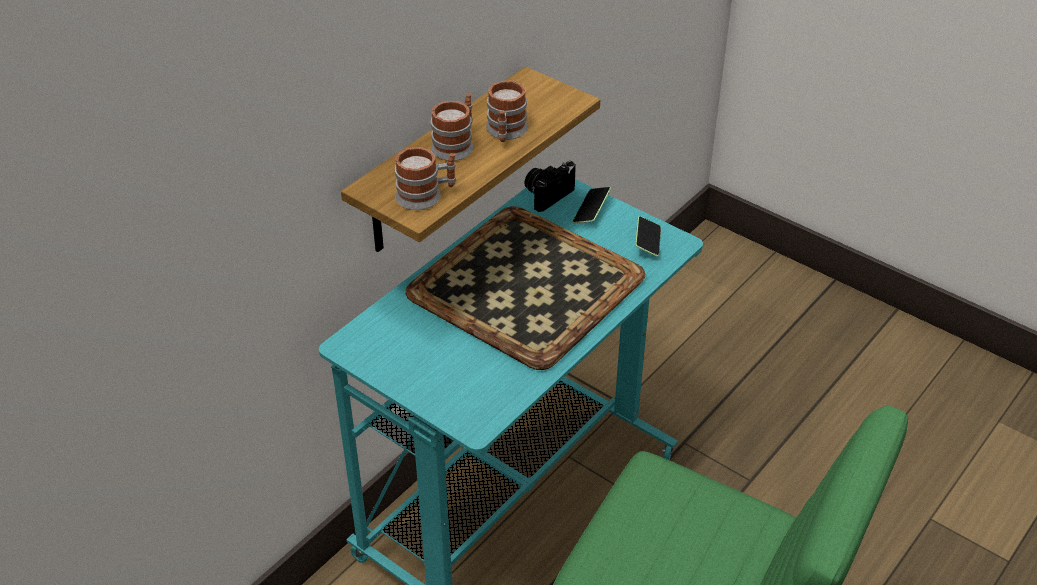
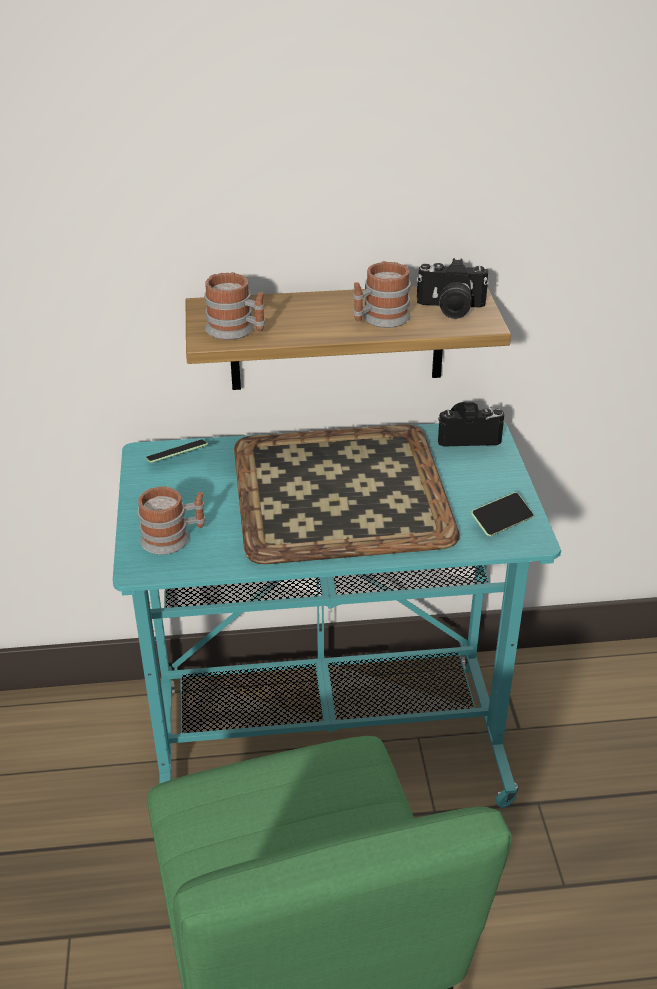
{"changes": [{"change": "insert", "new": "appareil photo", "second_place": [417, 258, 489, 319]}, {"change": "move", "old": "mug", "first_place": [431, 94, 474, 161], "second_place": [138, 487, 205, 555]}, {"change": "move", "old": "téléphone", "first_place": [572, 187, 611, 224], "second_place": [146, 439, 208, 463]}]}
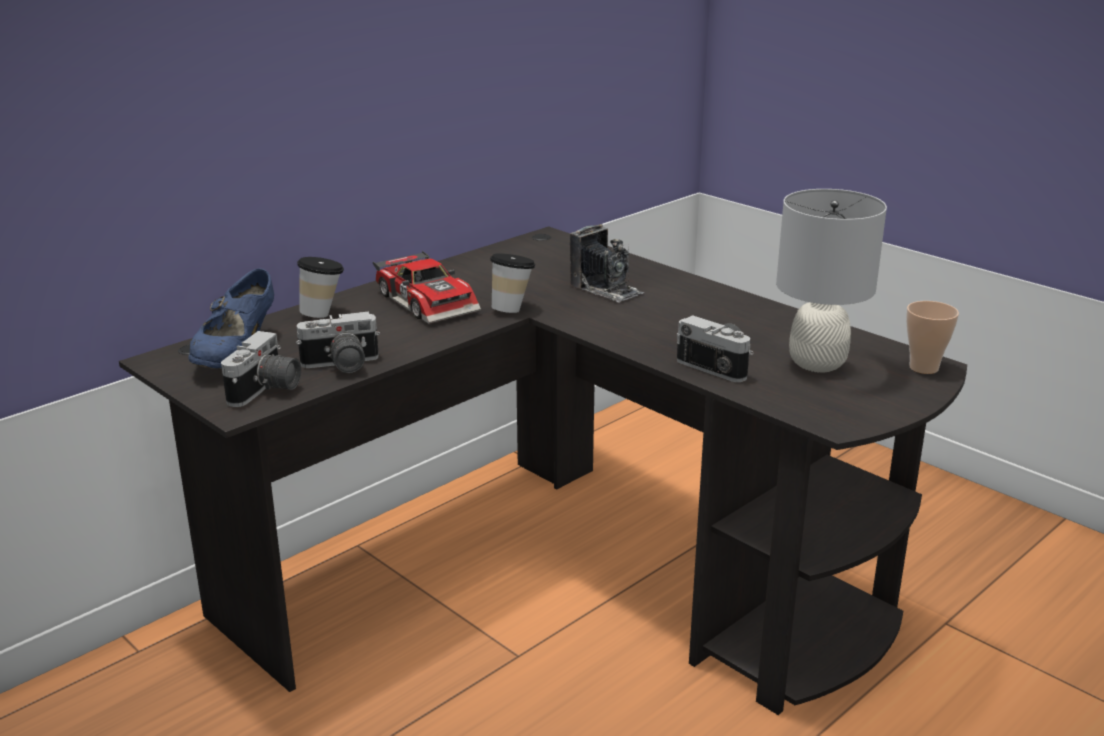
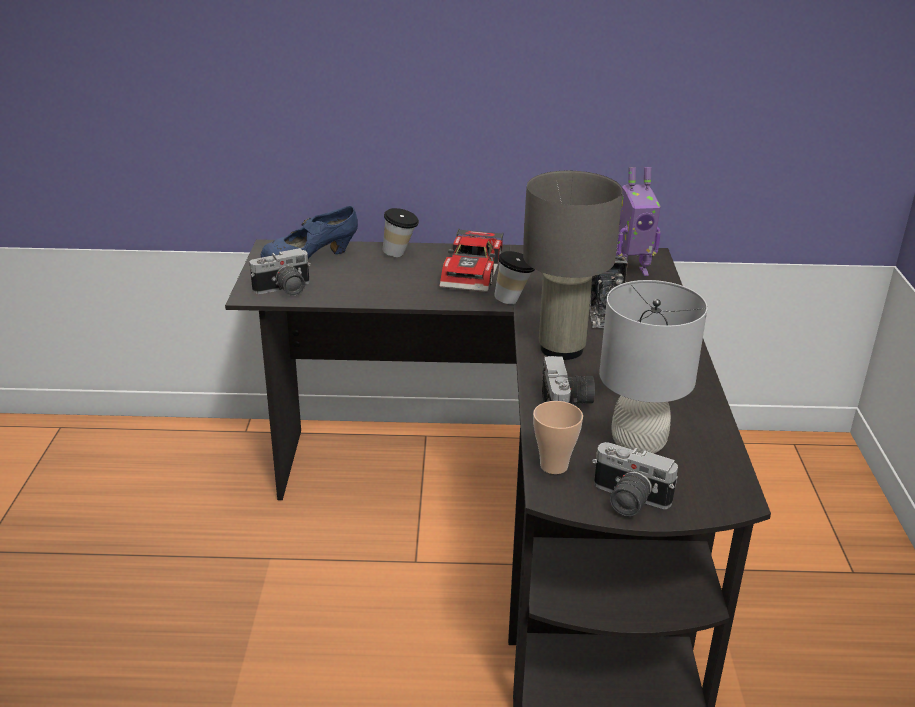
{"changes": [{"change": "insert", "new": "lampe de table/gris", "second_place": [523, 171, 622, 360]}, {"change": "insert", "new": "robot jouet", "second_place": [616, 167, 661, 276]}, {"change": "move", "old": "appareil photo", "first_place": [296, 312, 380, 373], "second_place": [592, 442, 678, 516]}, {"change": "move", "old": "tasse", "first_place": [906, 301, 959, 374], "second_place": [533, 401, 583, 474]}]}
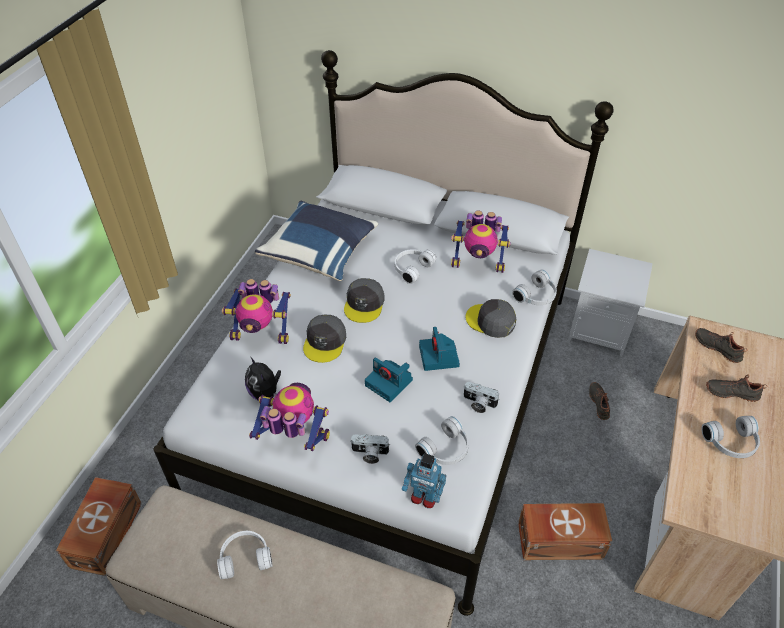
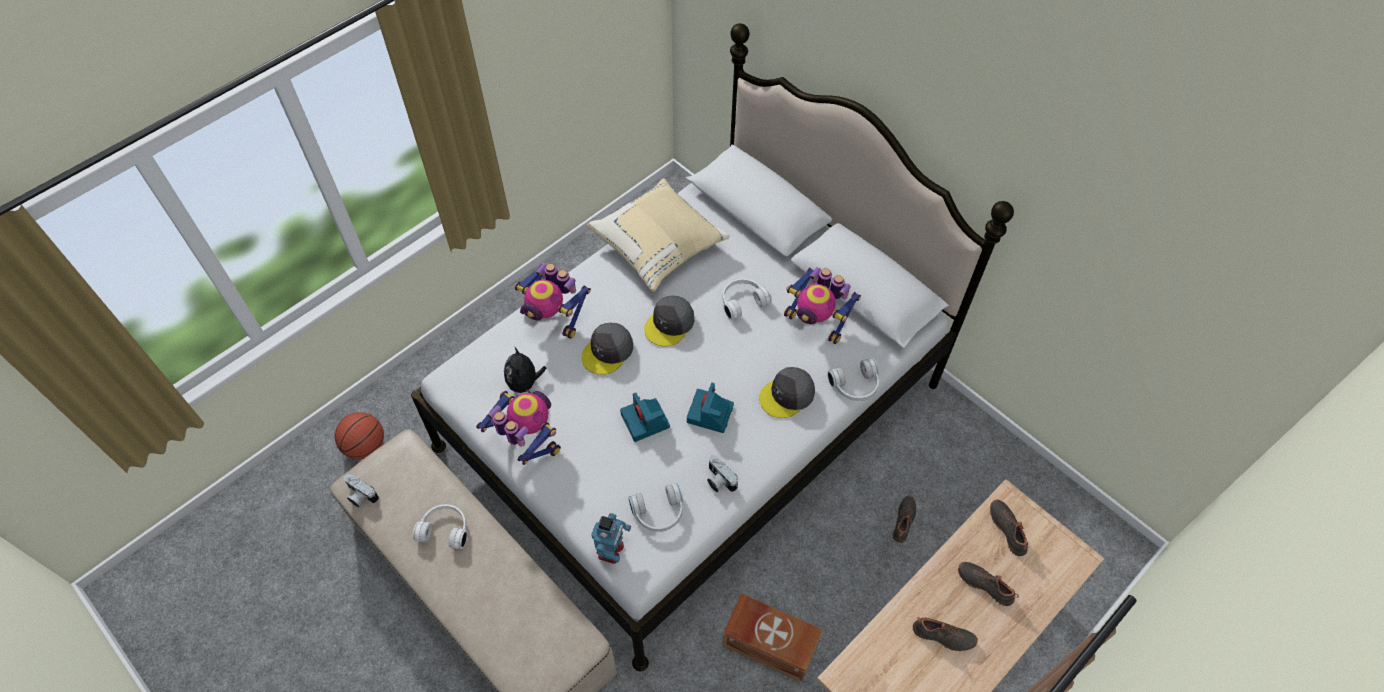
{"changes": [{"change": "delete", "old": "table de chevet/gris", "first_place": [567, 249, 653, 357]}, {"change": "move", "old": "appareil photo", "first_place": [350, 434, 390, 464], "second_place": [344, 474, 379, 508]}, {"change": "replace", "old": "boîte de rangement/marron", "new": "ballon de basket", "first_place": [56, 477, 142, 576], "second_place": [335, 412, 384, 459]}, {"change": "replace", "old": "casque audio/blanc", "new": "chaussure/noir", "first_place": [701, 416, 760, 458], "second_place": [913, 617, 978, 651]}, {"change": "recolor", "old": "coussin/bleu", "new": "coussin/beige", "first_place": [255, 201, 378, 281], "second_place": [587, 178, 729, 292]}, {"change": "rotate", "old": "robot jouet", "first_place": [402, 453, 446, 508], "second_place": [591, 513, 631, 564], "degrees": -120}, {"change": "rotate", "old": "casquette/gris", "first_place": [466, 299, 516, 338], "second_place": [759, 367, 815, 418], "degrees": -90}]}
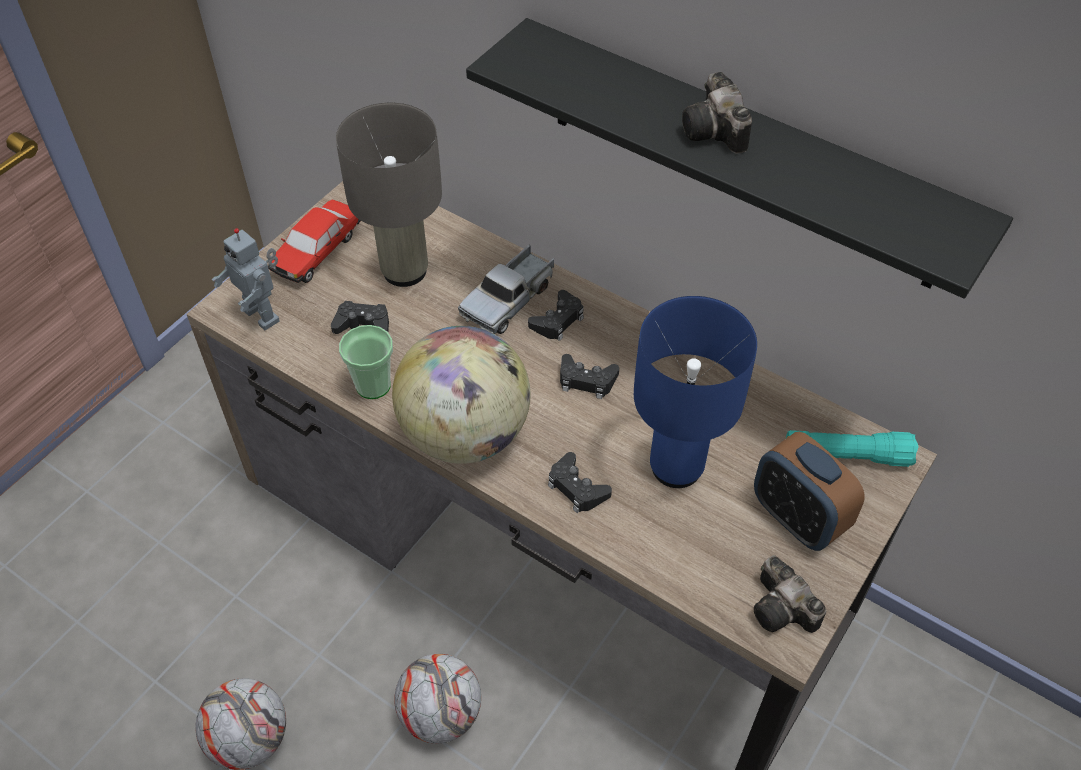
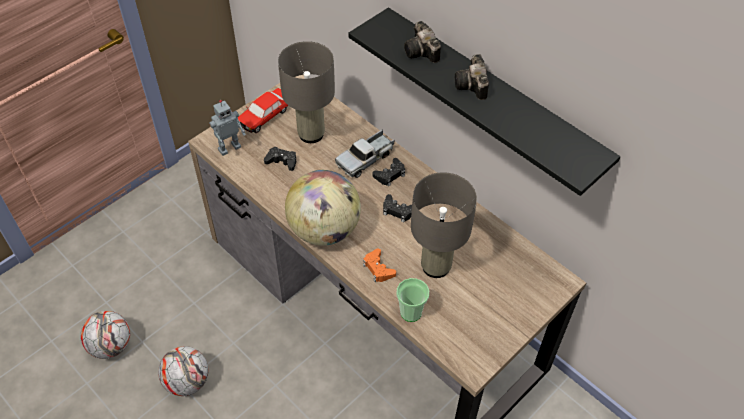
{"changes": [{"change": "delete", "old": "réveil", "first_place": [754, 432, 865, 551]}, {"change": "delete", "old": "lampe de poche/turquoise", "first_place": [786, 430, 919, 467]}, {"change": "move", "old": "tasse", "first_place": [339, 325, 393, 399], "second_place": [396, 278, 429, 322]}, {"change": "move", "old": "ballon de foot", "first_place": [394, 654, 481, 744], "second_place": [80, 311, 130, 359]}, {"change": "move", "old": "appareil photo", "first_place": [754, 555, 826, 633], "second_place": [404, 21, 441, 63]}, {"change": "recolor", "old": "manette/noir", "new": "manette/orange", "first_place": [548, 452, 612, 513], "second_place": [363, 248, 396, 282]}, {"change": "recolor", "old": "lampe de table/bleu", "new": "lampe de table/gris", "first_place": [634, 296, 757, 488], "second_place": [411, 172, 477, 278]}, {"change": "rotate", "old": "robot jouet", "first_place": [212, 228, 280, 330], "second_place": [209, 100, 246, 156], "degrees": -90}]}
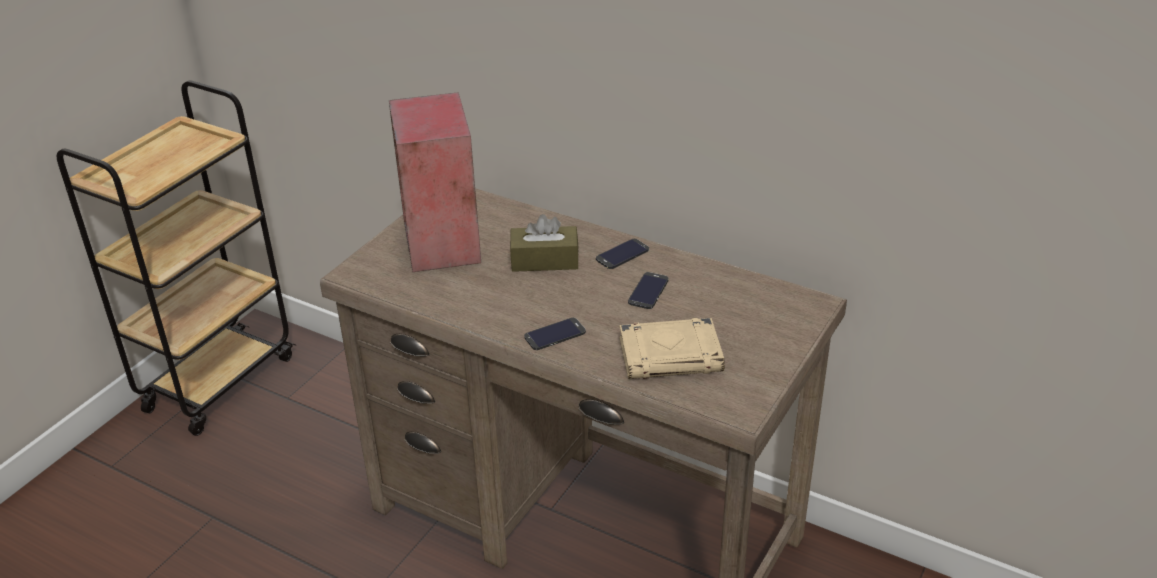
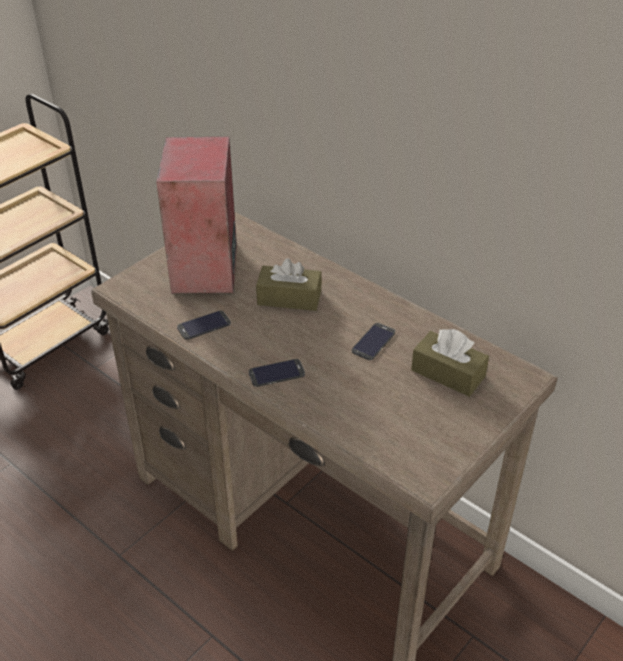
{"changes": [{"change": "delete", "old": "livre/beige", "first_place": [620, 318, 725, 379]}, {"change": "insert", "new": "boîte à mouchoirs/marron", "second_place": [411, 329, 489, 397]}, {"change": "move", "old": "téléphone", "first_place": [596, 239, 649, 269], "second_place": [177, 311, 231, 340]}]}
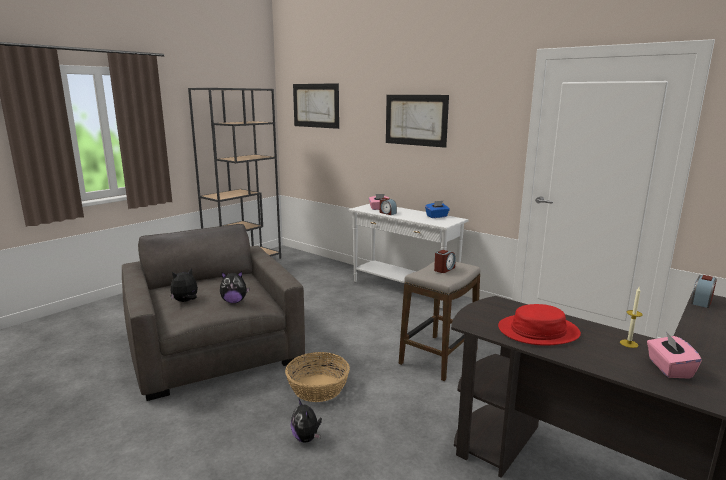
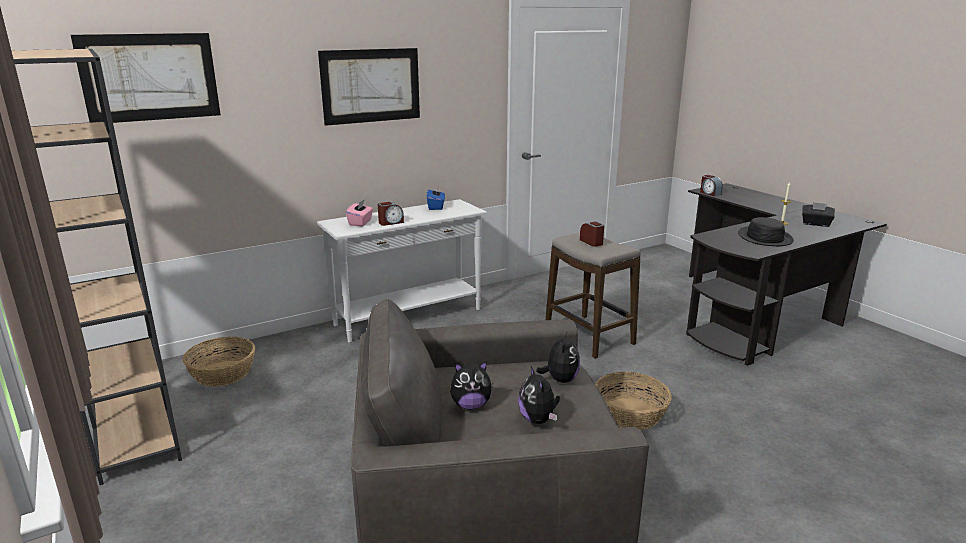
{"changes": [{"change": "insert", "new": "panier", "second_place": [183, 337, 255, 387]}, {"change": "move", "old": "peluche", "first_place": [291, 399, 322, 443], "second_place": [450, 361, 493, 410]}, {"change": "recolor", "old": "chapeau/rouge", "new": "chapeau/noir", "first_place": [498, 304, 581, 346], "second_place": [738, 217, 794, 246]}, {"change": "recolor", "old": "boîte à mouchoirs/rose", "new": "boîte à mouchoirs/noir", "first_place": [647, 331, 702, 379], "second_place": [802, 202, 835, 227]}]}
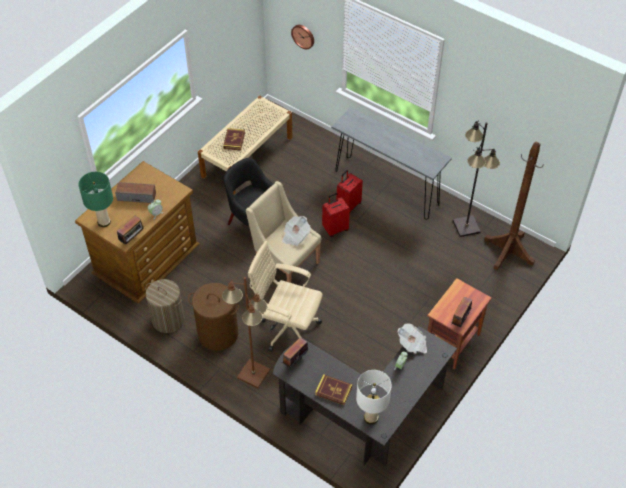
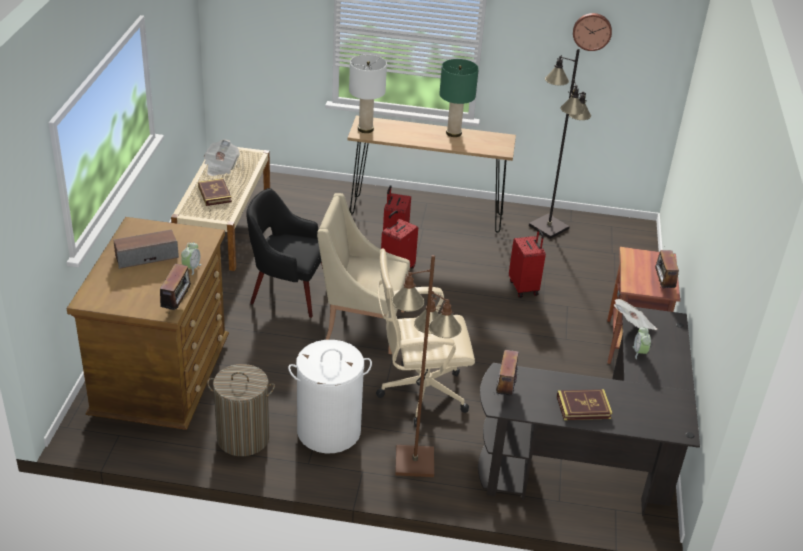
{"changes": [{"change": "delete", "old": "portant/marron", "first_place": [484, 141, 544, 270]}, {"change": "insert", "new": "valise/rouge", "second_place": [509, 229, 546, 298]}, {"change": "move", "old": "lampe de table/vert", "first_place": [78, 172, 113, 227], "second_place": [439, 59, 479, 137]}, {"change": "move", "old": "journal", "first_place": [282, 216, 311, 246], "second_place": [204, 139, 240, 176]}, {"change": "move", "old": "horloge murale", "first_place": [291, 25, 314, 49], "second_place": [573, 13, 612, 51]}, {"change": "move", "old": "lampe de table/blanc", "first_place": [356, 370, 392, 425], "second_place": [349, 54, 387, 133]}, {"change": "recolor", "old": "panier à linge/marron", "new": "panier à linge/blanc", "first_place": [188, 283, 239, 351], "second_place": [288, 340, 372, 453]}, {"change": "recolor", "old": "table console/gris", "new": "table console/marron", "first_place": [331, 107, 452, 220], "second_place": [347, 116, 516, 233]}]}
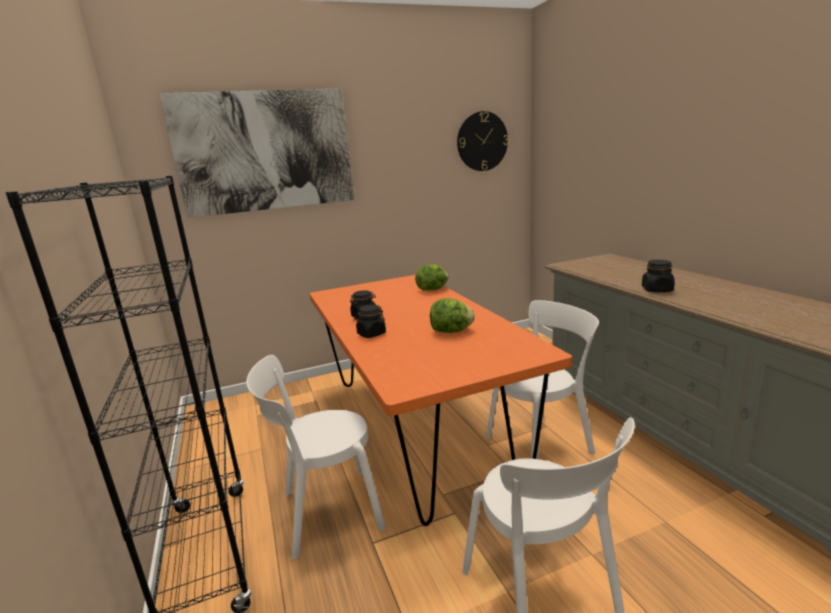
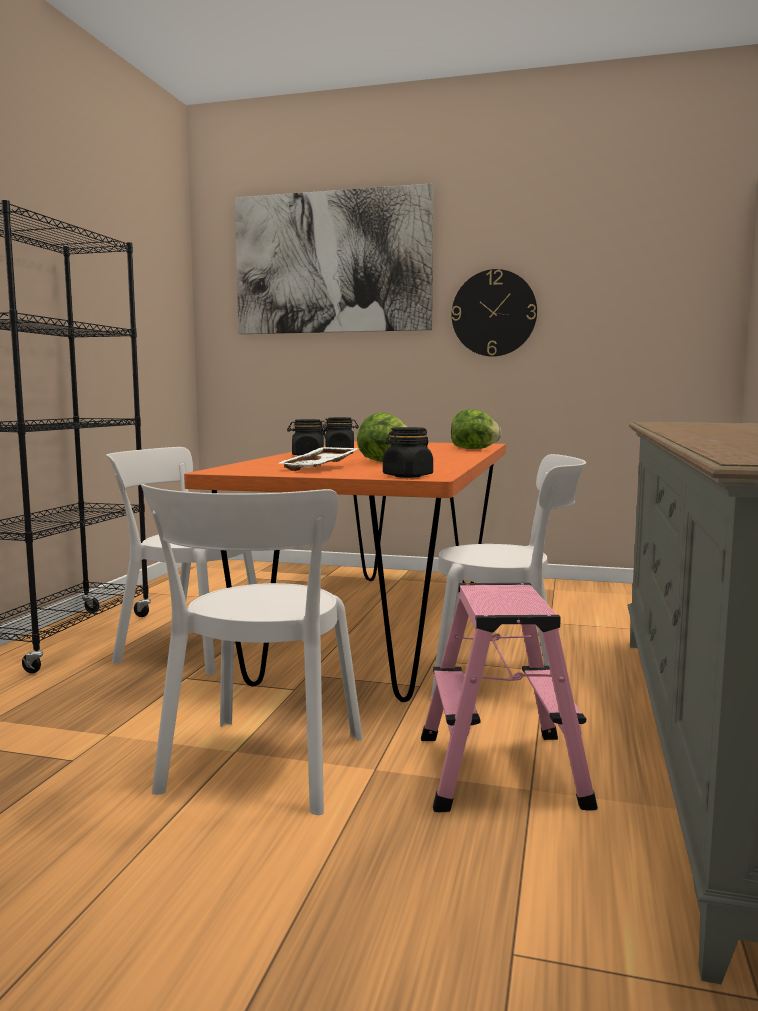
{"changes": [{"change": "insert", "new": "plateau/blanc", "second_place": [276, 447, 360, 471]}, {"change": "insert", "new": "escabeau/rose", "second_place": [421, 583, 598, 812]}, {"change": "move", "old": "horloge murale", "first_place": [457, 111, 509, 171], "second_place": [452, 269, 537, 357]}, {"change": "move", "old": "bocal/noir", "first_place": [642, 260, 675, 292], "second_place": [383, 427, 433, 478]}]}
